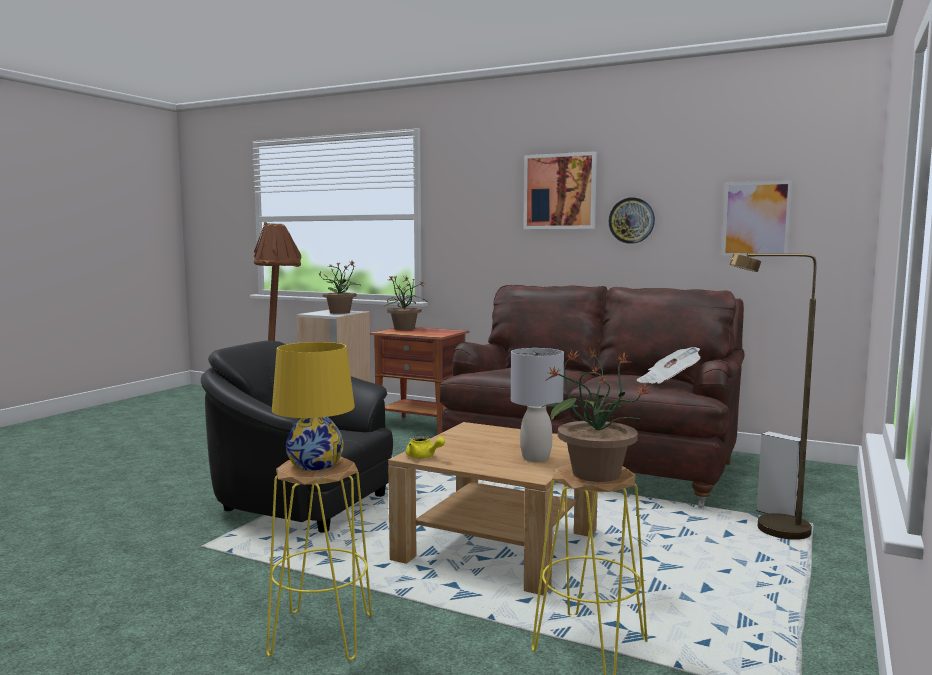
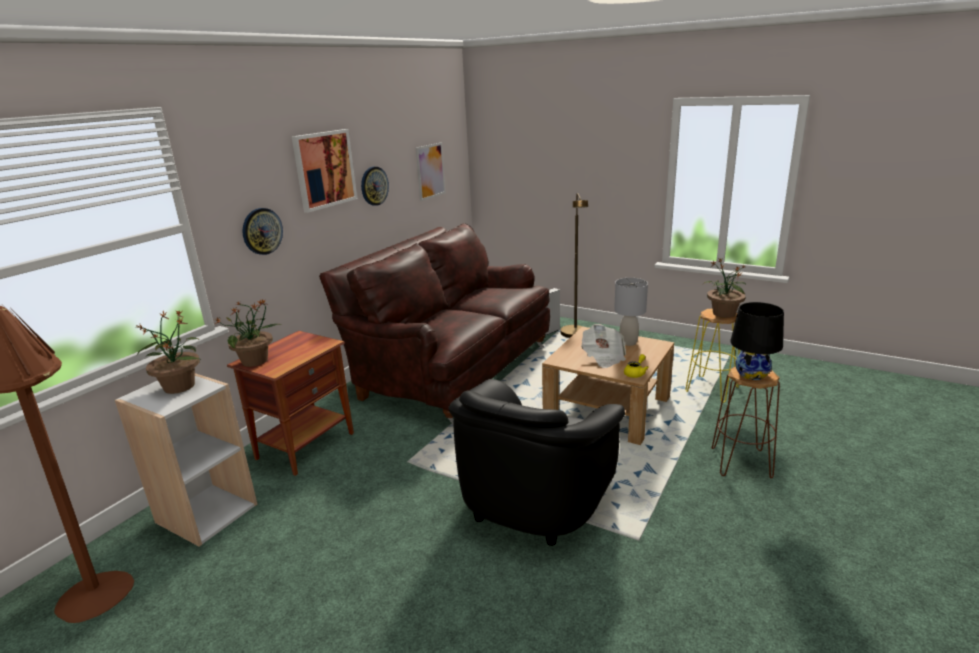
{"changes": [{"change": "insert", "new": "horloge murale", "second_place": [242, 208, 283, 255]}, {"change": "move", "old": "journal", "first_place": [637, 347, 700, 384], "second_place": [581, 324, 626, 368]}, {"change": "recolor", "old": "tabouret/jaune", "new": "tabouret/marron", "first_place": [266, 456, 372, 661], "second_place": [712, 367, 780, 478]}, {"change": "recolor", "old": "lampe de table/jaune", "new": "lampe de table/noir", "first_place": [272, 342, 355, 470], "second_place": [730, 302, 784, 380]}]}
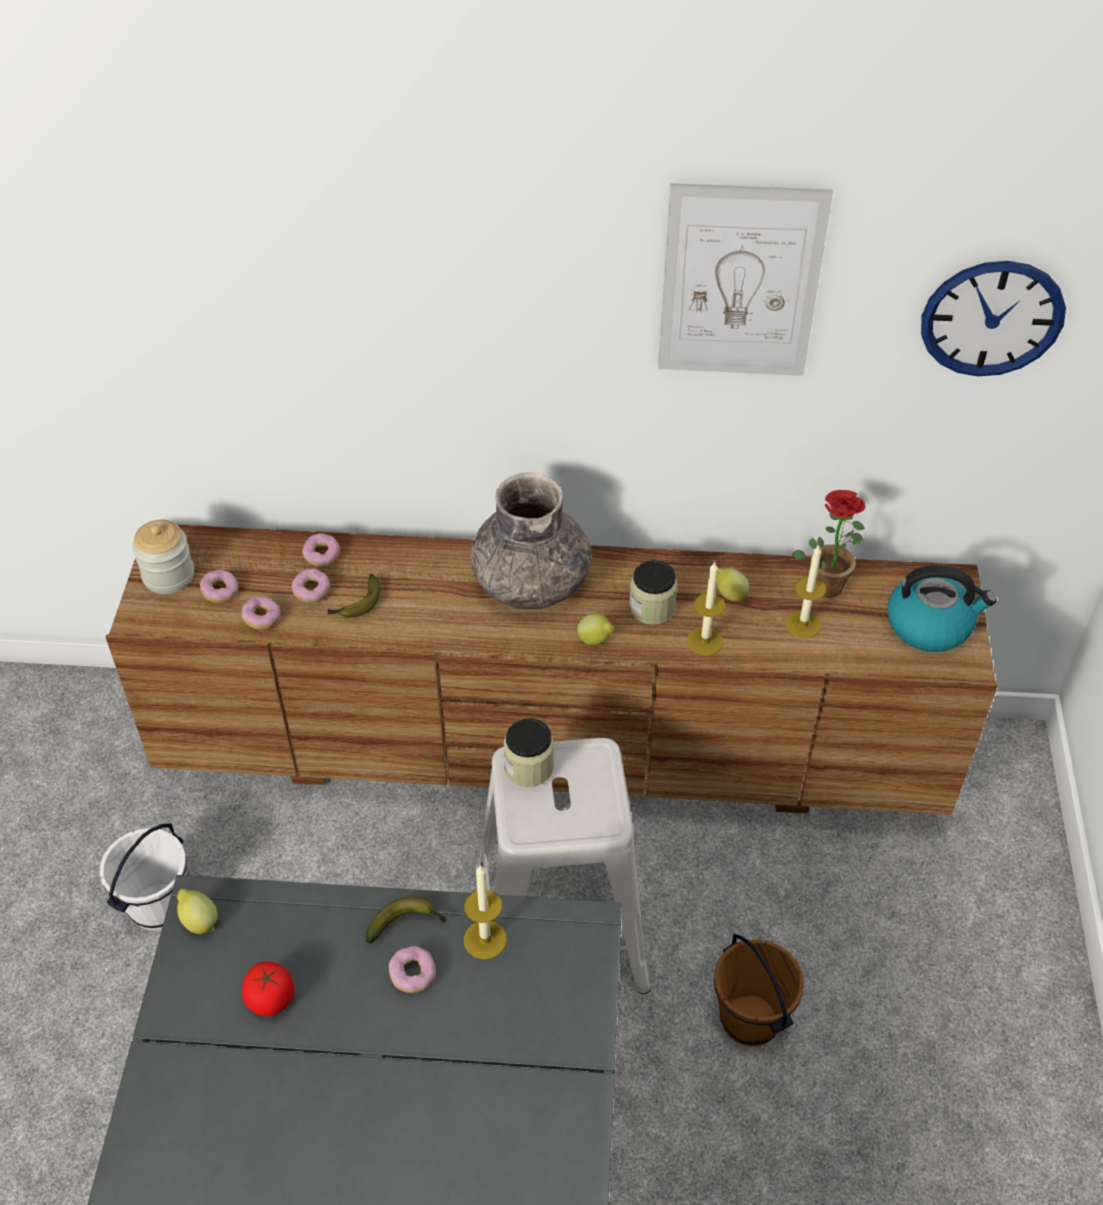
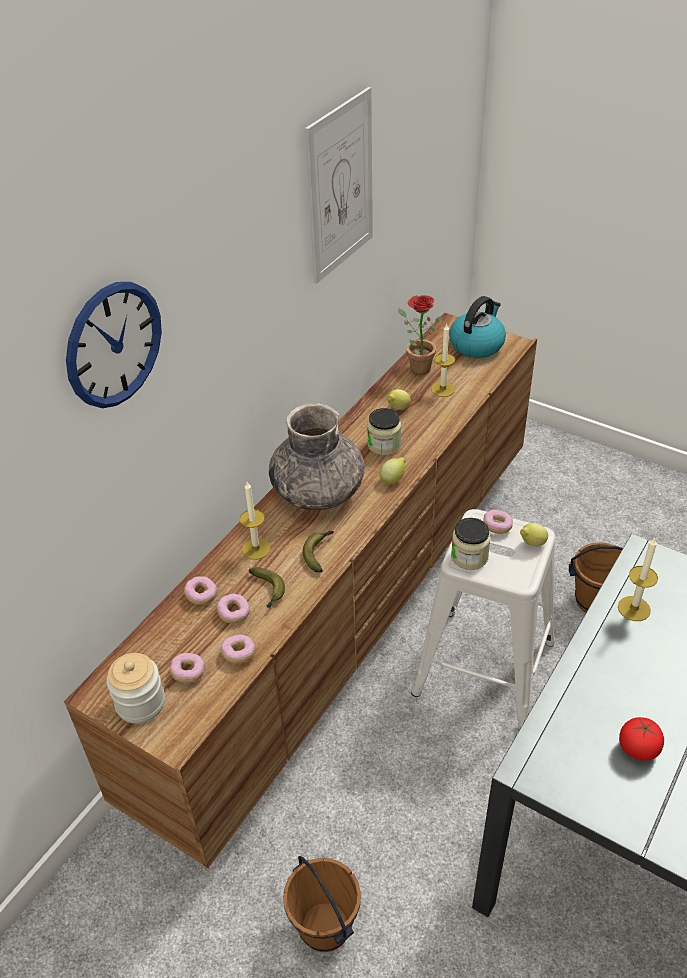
{"changes": [{"change": "move", "old": "citron", "first_place": [177, 888, 218, 934], "second_place": [520, 523, 548, 547]}, {"change": "move", "old": "banane", "first_place": [366, 897, 447, 944], "second_place": [302, 531, 334, 572]}, {"change": "move", "old": "beignet", "first_place": [389, 946, 436, 993], "second_place": [483, 510, 513, 534]}, {"change": "move", "old": "bougie", "first_place": [687, 562, 725, 655], "second_place": [240, 482, 271, 560]}, {"change": "move", "old": "horloge murale", "first_place": [921, 261, 1066, 376], "second_place": [66, 282, 162, 408]}, {"change": "recolor", "old": "seau/blanc", "new": "seau/marron", "first_place": [100, 823, 186, 931], "second_place": [283, 856, 361, 952]}]}
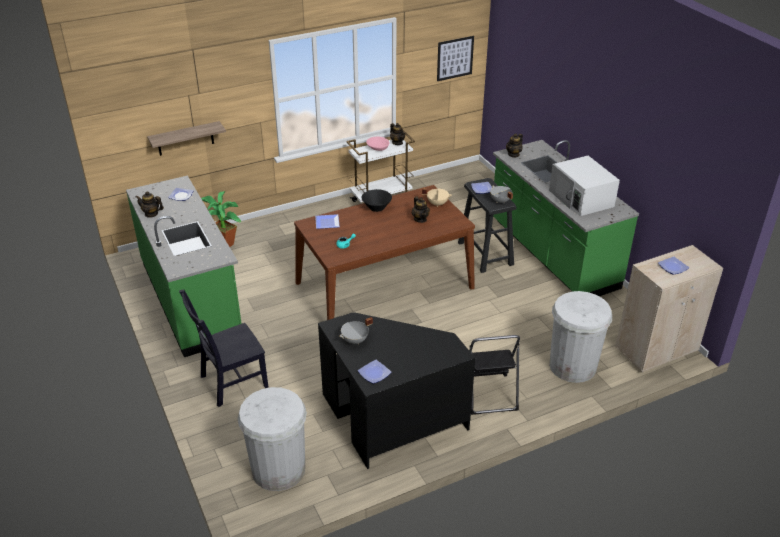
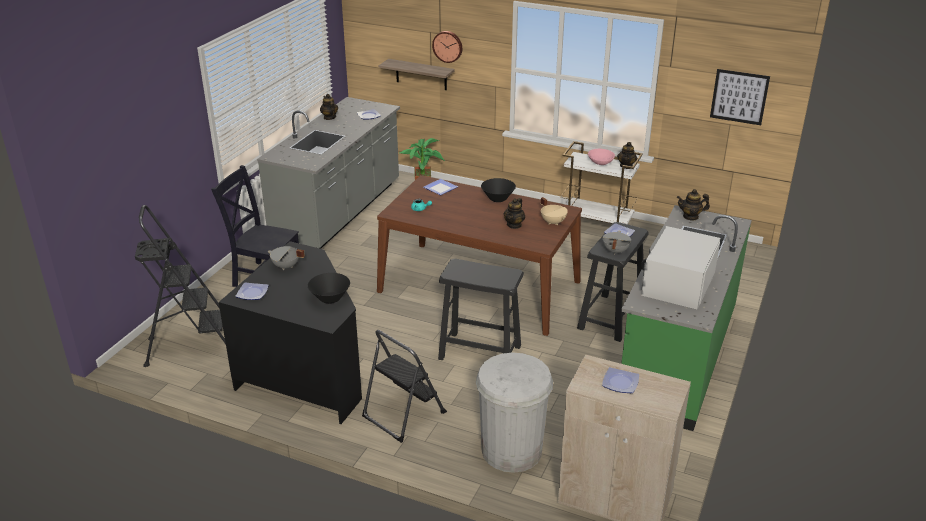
{"changes": [{"change": "insert", "new": "bol/noir", "second_place": [308, 273, 350, 304]}, {"change": "insert", "new": "horloge murale", "second_place": [432, 31, 462, 63]}, {"change": "insert", "new": "tabouret/noir", "second_place": [438, 258, 524, 360]}, {"change": "replace", "old": "poubelle/blanc", "new": "escabeau", "first_place": [238, 387, 307, 491], "second_place": [135, 205, 226, 367]}, {"change": "recolor", "old": "comptoir de cuisine/vert", "new": "comptoir de cuisine/gris", "first_place": [126, 175, 242, 357], "second_place": [257, 97, 400, 249]}]}
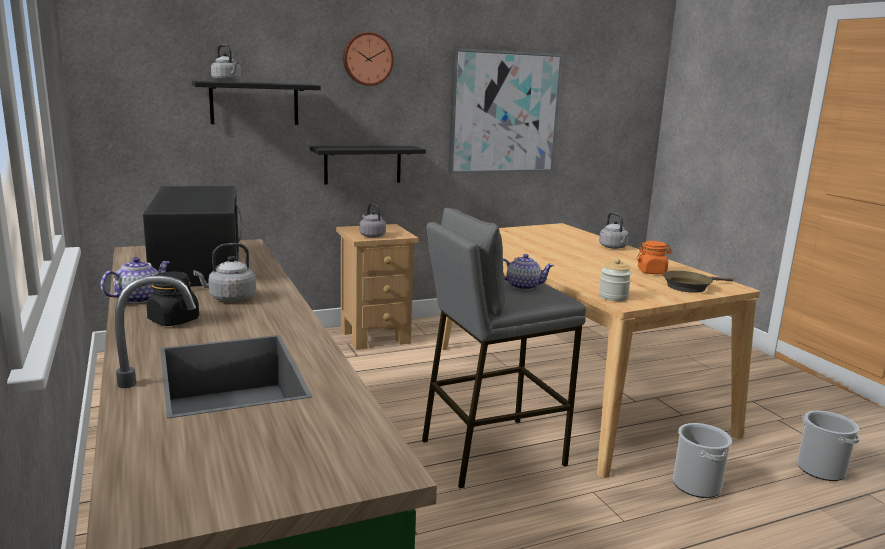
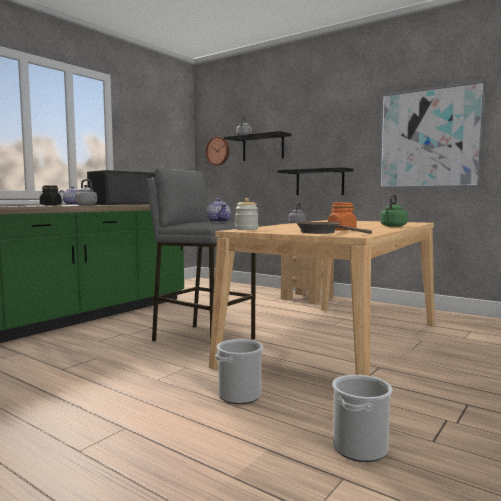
{"changes": [{"change": "move", "old": "horloge murale", "first_place": [343, 32, 394, 86], "second_place": [206, 137, 230, 166]}, {"change": "recolor", "old": "bouilloire/gris", "new": "bouilloire/vert", "first_place": [599, 212, 629, 249], "second_place": [380, 194, 408, 227]}]}
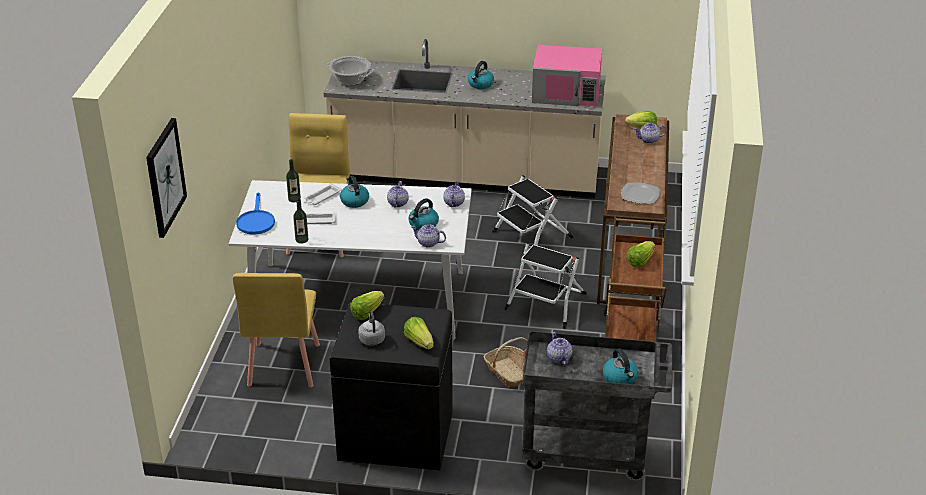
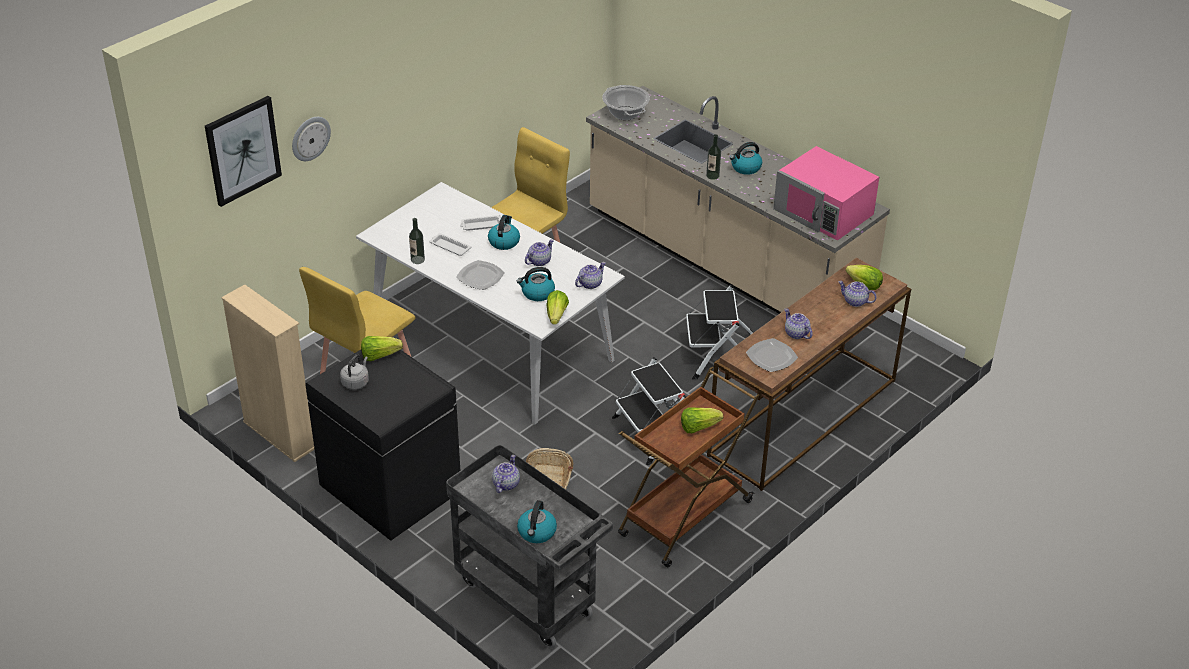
{"changes": [{"change": "delete", "old": "poêle/bleu", "first_place": [236, 192, 275, 235]}, {"change": "insert", "new": "bibliothèque/beige", "second_place": [221, 284, 315, 462]}, {"change": "insert", "new": "horloge murale", "second_place": [292, 117, 331, 161]}, {"change": "insert", "new": "assiette", "second_place": [456, 260, 505, 290]}, {"change": "move", "old": "bouteille", "first_place": [286, 159, 301, 202], "second_place": [706, 134, 721, 180]}, {"change": "move", "old": "laitue", "first_place": [404, 317, 434, 349], "second_place": [546, 290, 569, 325]}, {"change": "move", "old": "théière", "first_place": [411, 224, 446, 248], "second_place": [784, 308, 812, 339]}]}
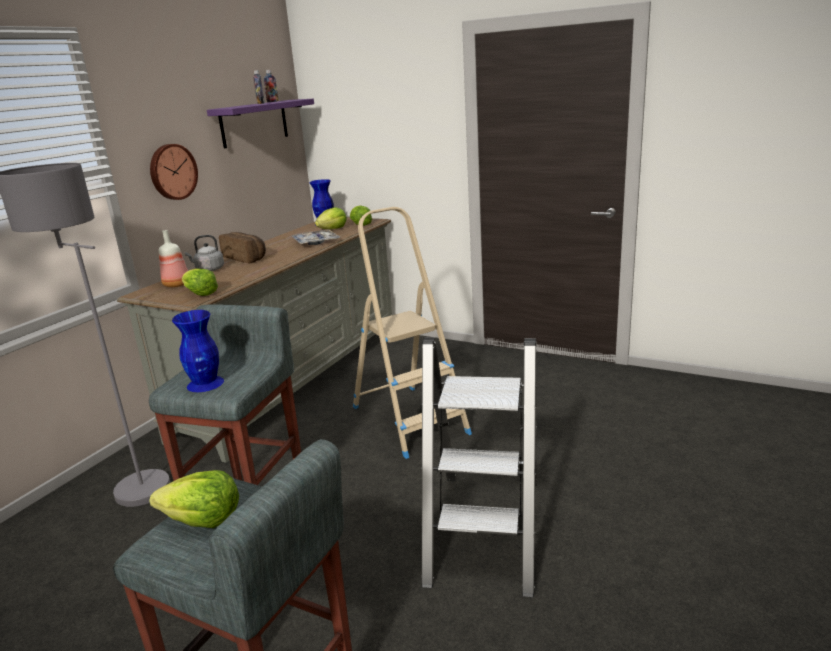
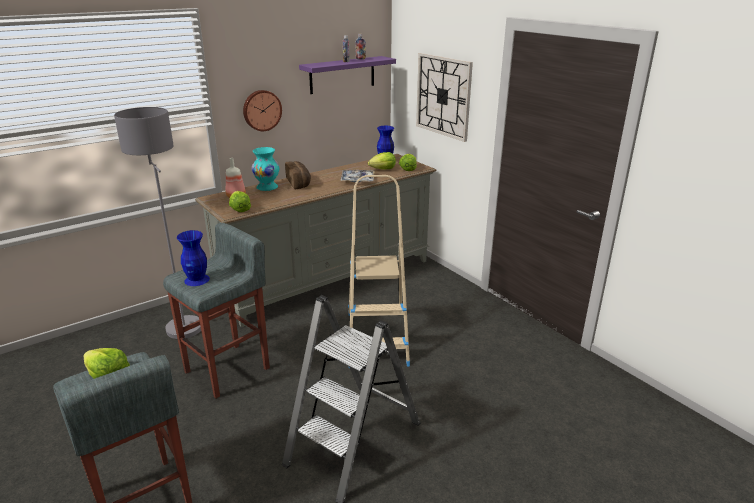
{"changes": [{"change": "insert", "new": "horloge murale", "second_place": [416, 53, 473, 142]}, {"change": "replace", "old": "bouilloire/gris", "new": "vase/turquoise", "first_place": [185, 235, 224, 271], "second_place": [252, 147, 279, 191]}]}
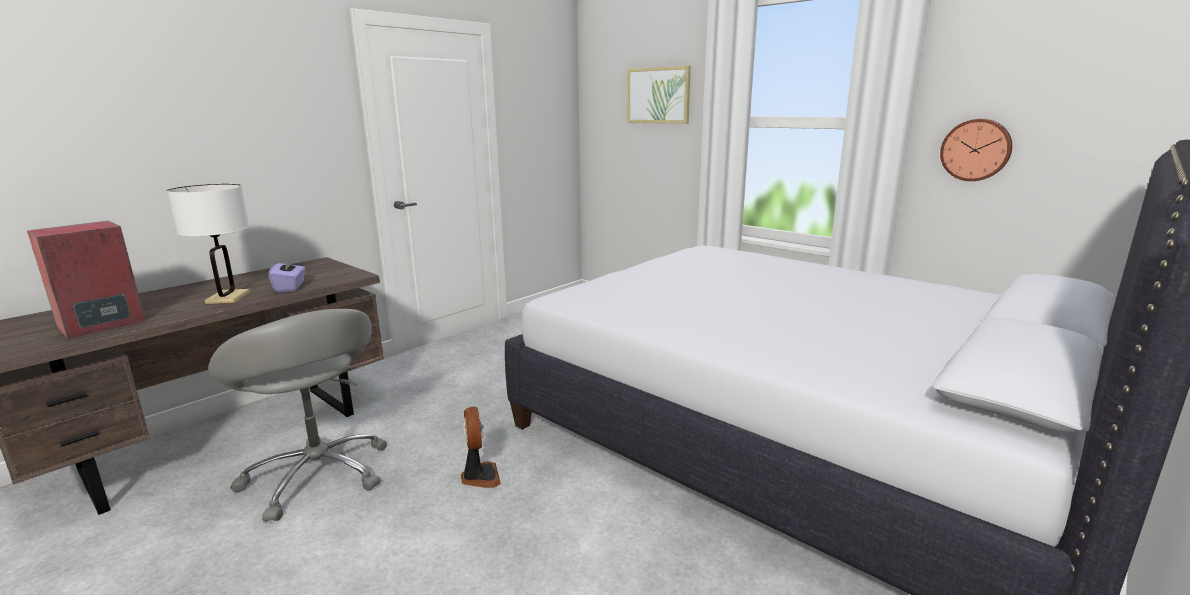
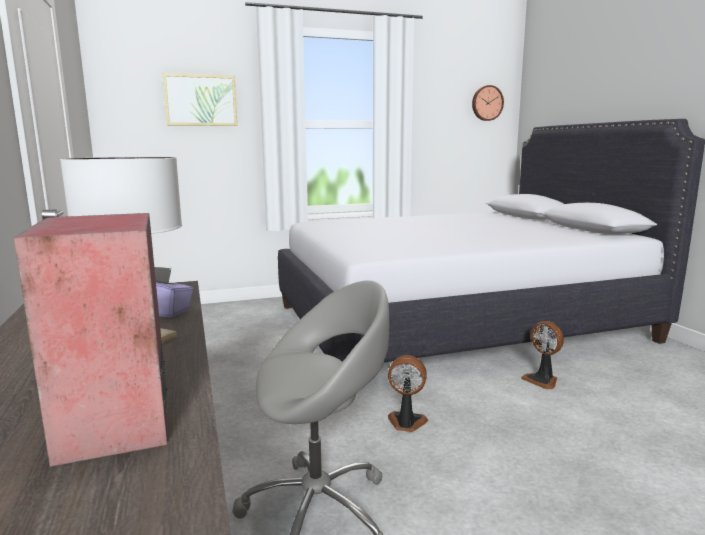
{"changes": [{"change": "insert", "new": "ventilateur", "second_place": [521, 321, 564, 389]}, {"change": "move", "old": "horloge murale", "first_place": [940, 119, 1012, 181], "second_place": [472, 85, 504, 121]}]}
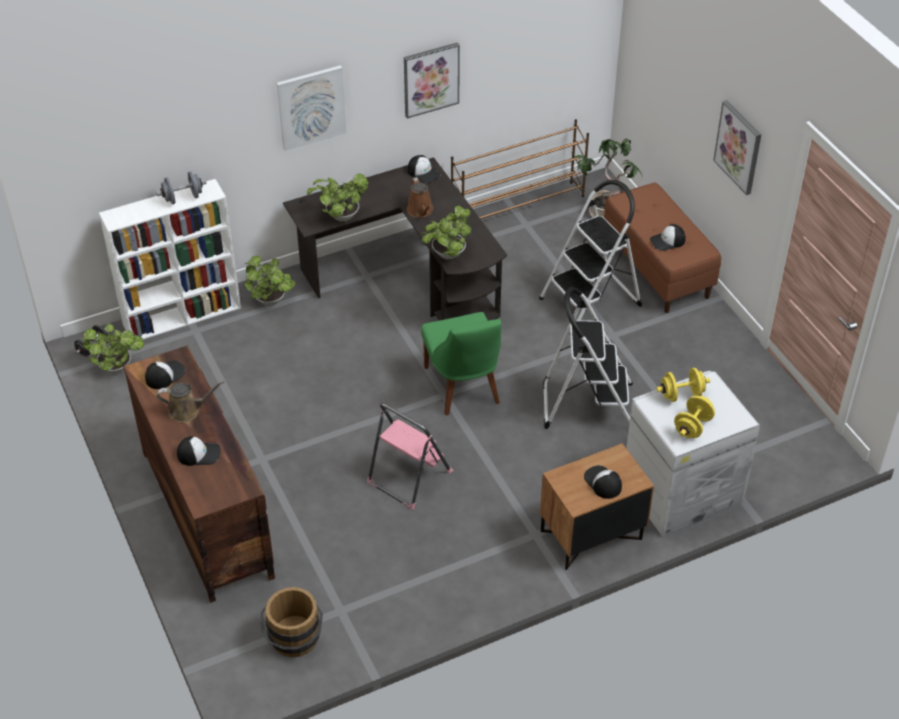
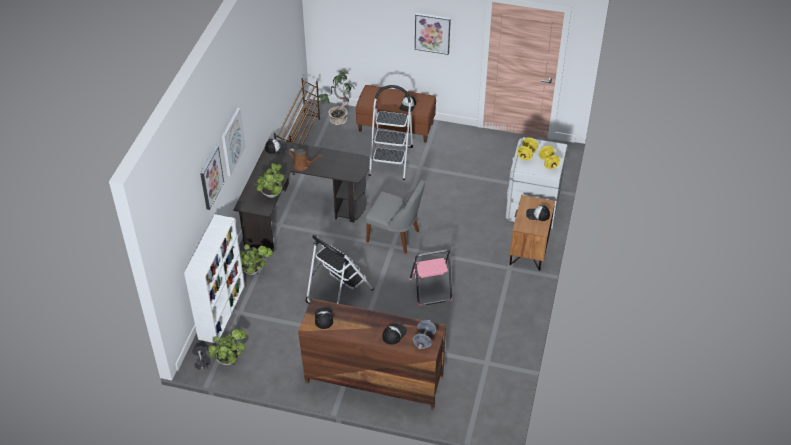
{"changes": [{"change": "delete", "old": "arrosoir/marron", "first_place": [157, 381, 224, 422]}, {"change": "delete", "old": "seau/marron", "first_place": [260, 587, 323, 657]}, {"change": "delete", "old": "plante en pot", "first_place": [422, 205, 471, 260]}, {"change": "move", "old": "haltère/gris", "first_place": [156, 171, 207, 204], "second_place": [413, 320, 437, 349]}, {"change": "move", "old": "tableau", "first_place": [404, 42, 460, 119], "second_place": [200, 146, 224, 210]}, {"change": "move", "old": "escabeau", "first_place": [543, 287, 633, 429], "second_place": [306, 235, 374, 304]}, {"change": "recolor", "old": "chaise/vert", "new": "chaise/gris", "first_place": [421, 312, 501, 415], "second_place": [366, 180, 425, 254]}]}
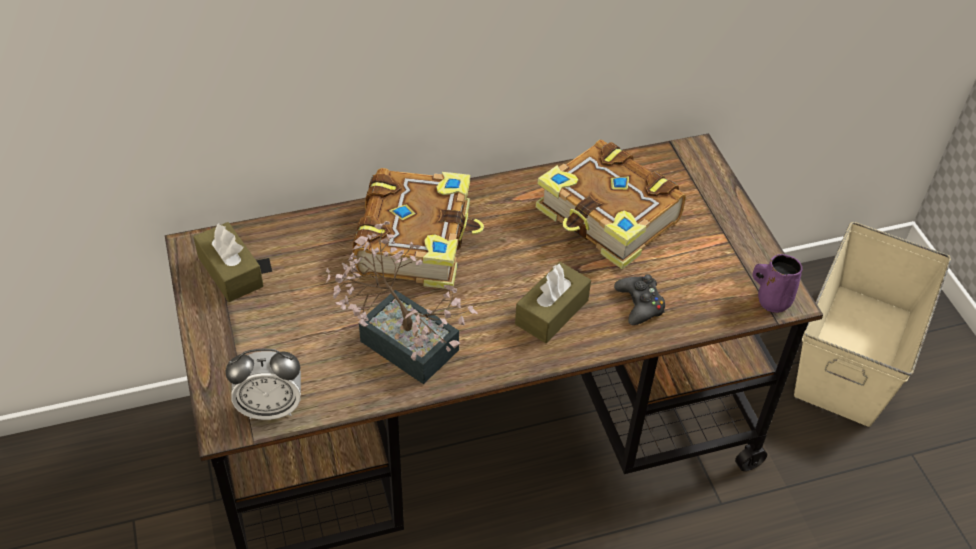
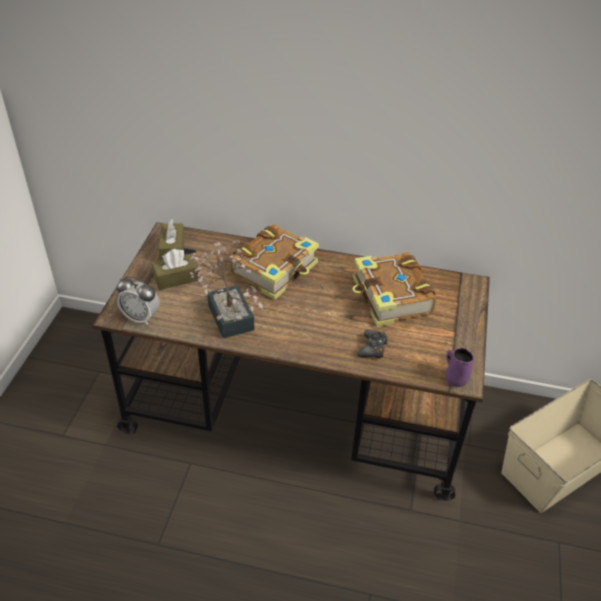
{"changes": [{"change": "move", "old": "boîte à mouchoirs/marron", "first_place": [515, 262, 591, 343], "second_place": [152, 249, 200, 290]}]}
